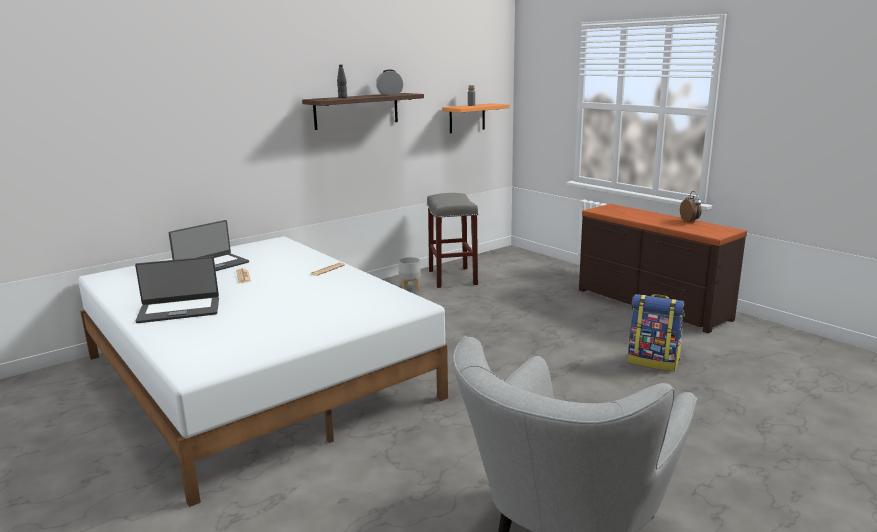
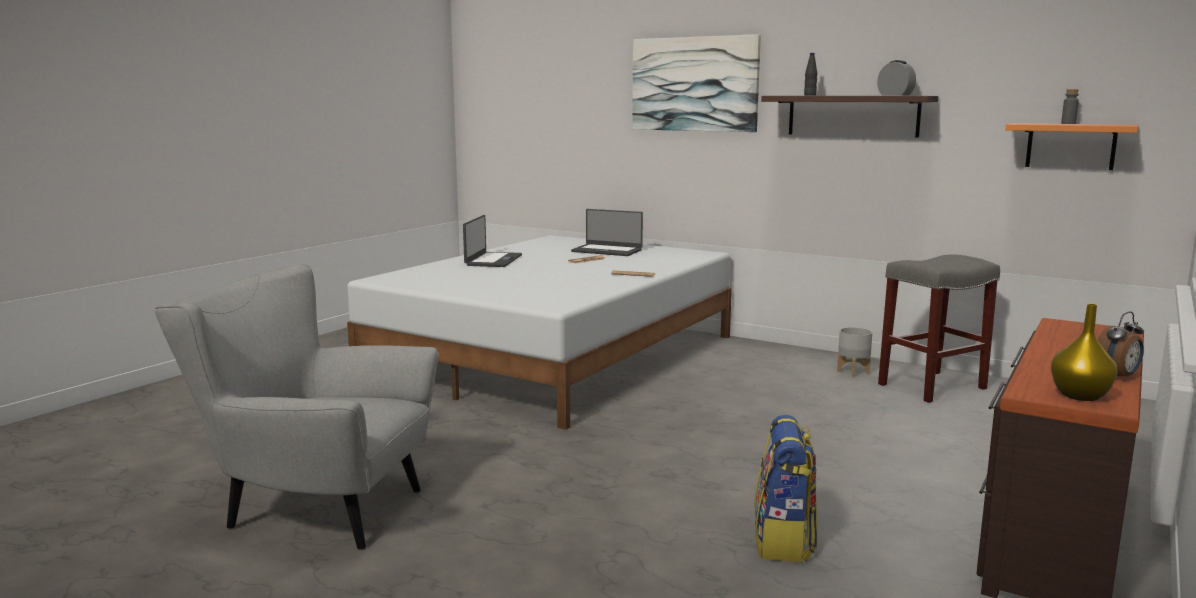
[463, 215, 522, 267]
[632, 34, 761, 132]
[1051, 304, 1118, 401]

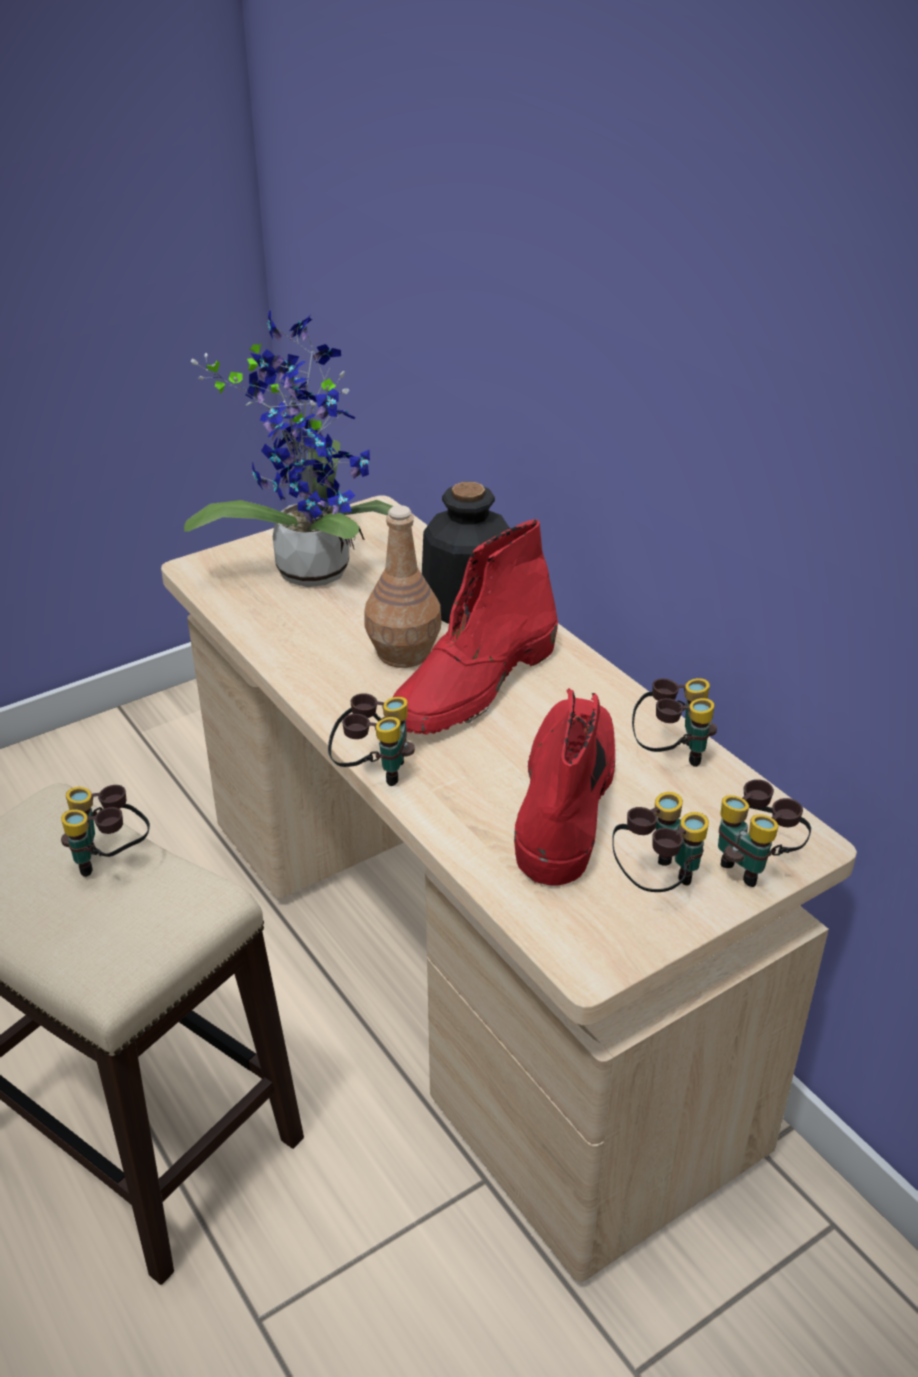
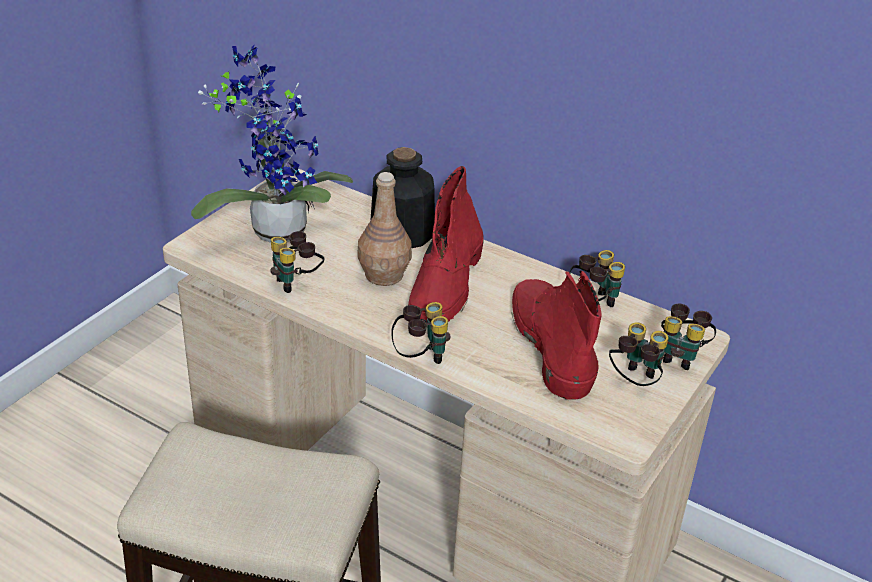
[271, 231, 325, 293]

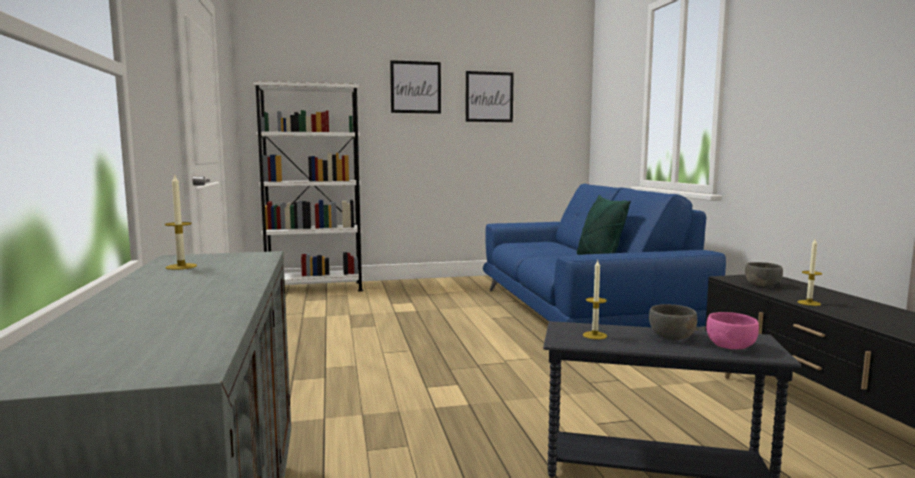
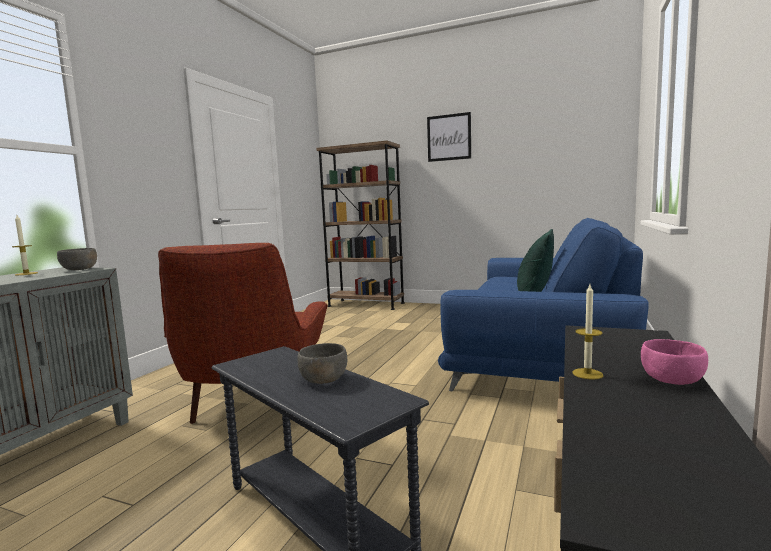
[466, 71, 514, 122] (first image)
[316, 141, 405, 310]
[583, 260, 607, 340] (first image)
[57, 248, 97, 270]
[641, 339, 708, 385]
[158, 243, 327, 424]

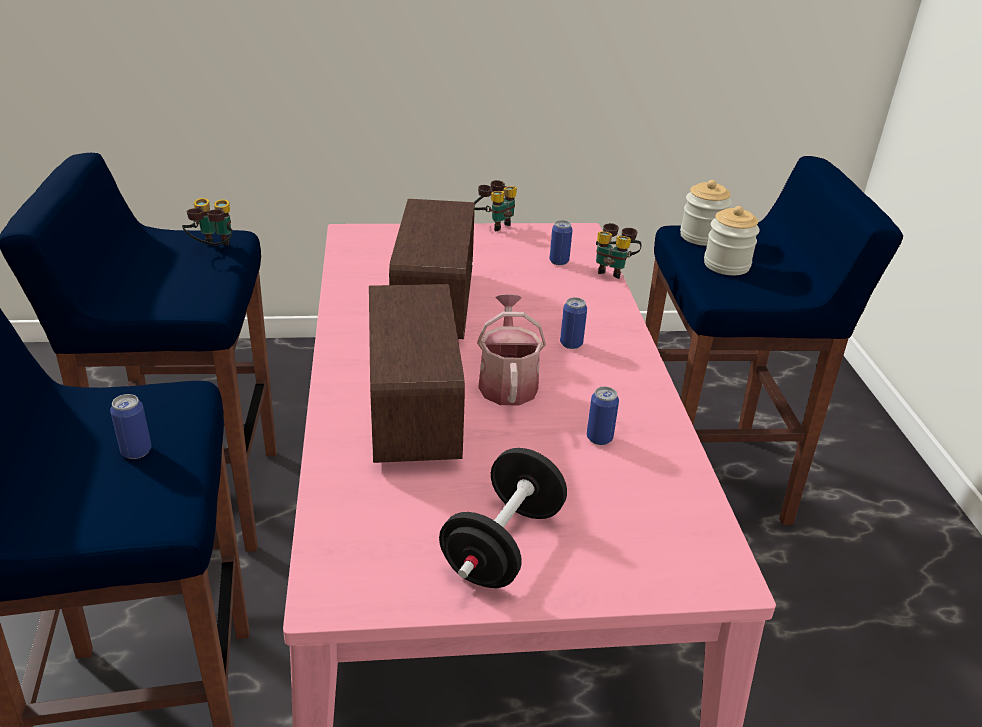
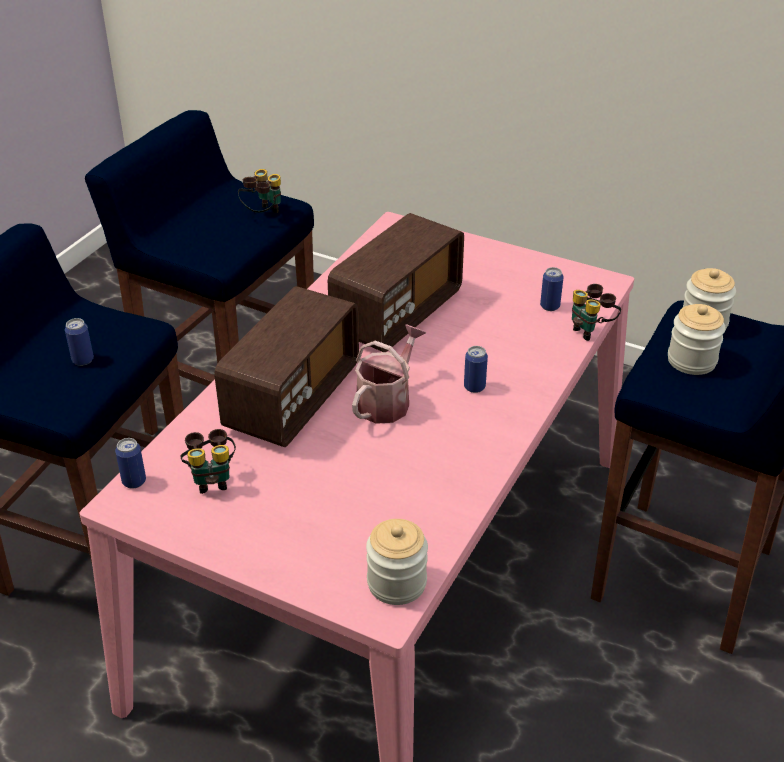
[180, 429, 236, 494]
[115, 438, 146, 489]
[439, 448, 567, 588] (first image)
[366, 519, 428, 605]

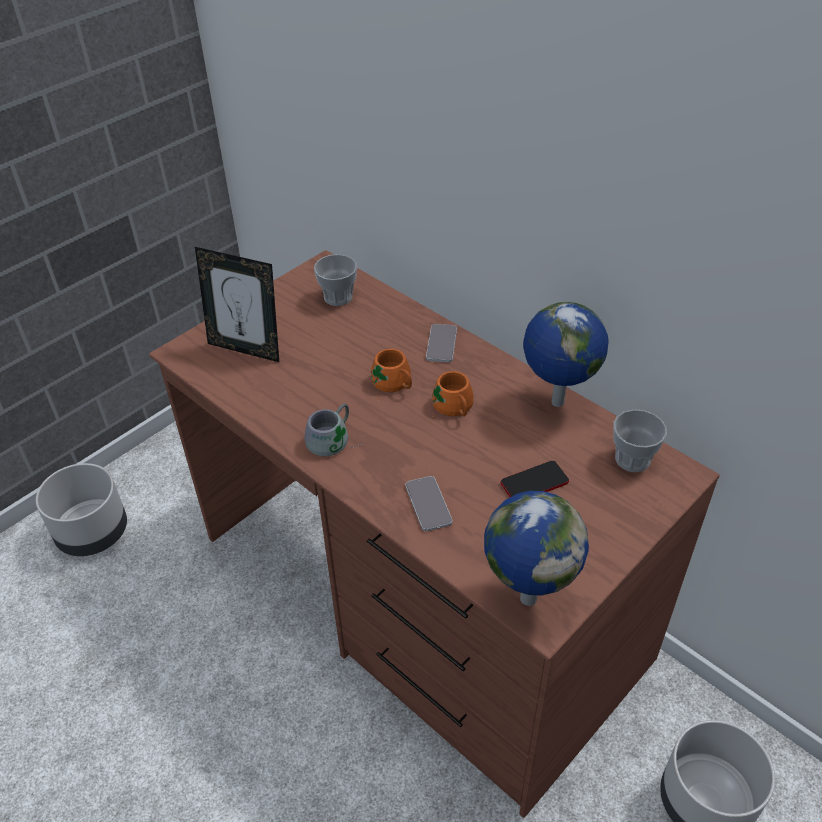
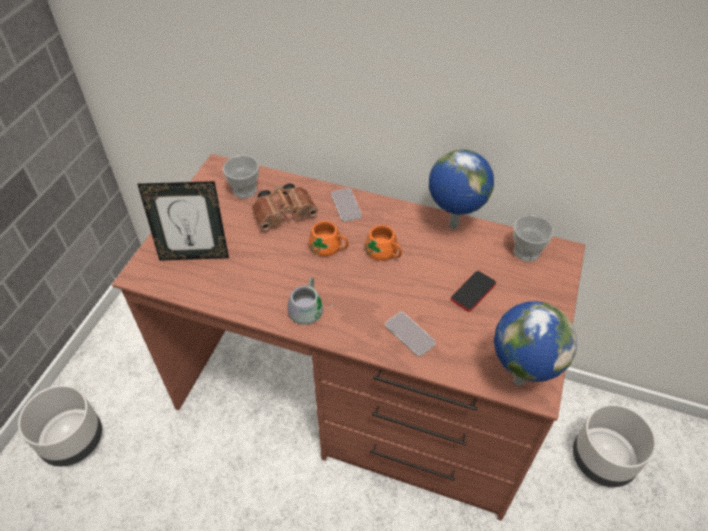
[252, 183, 318, 230]

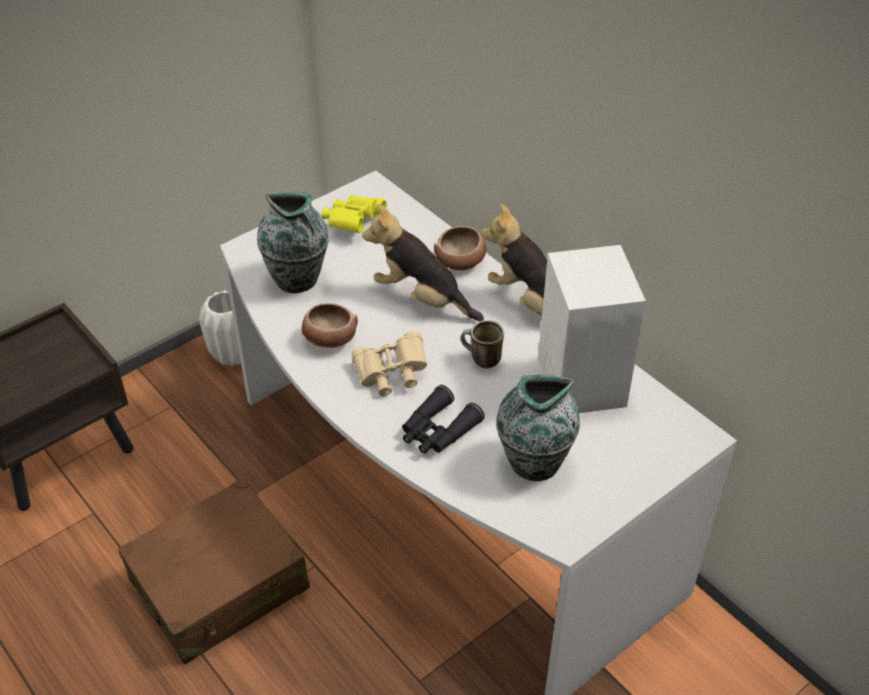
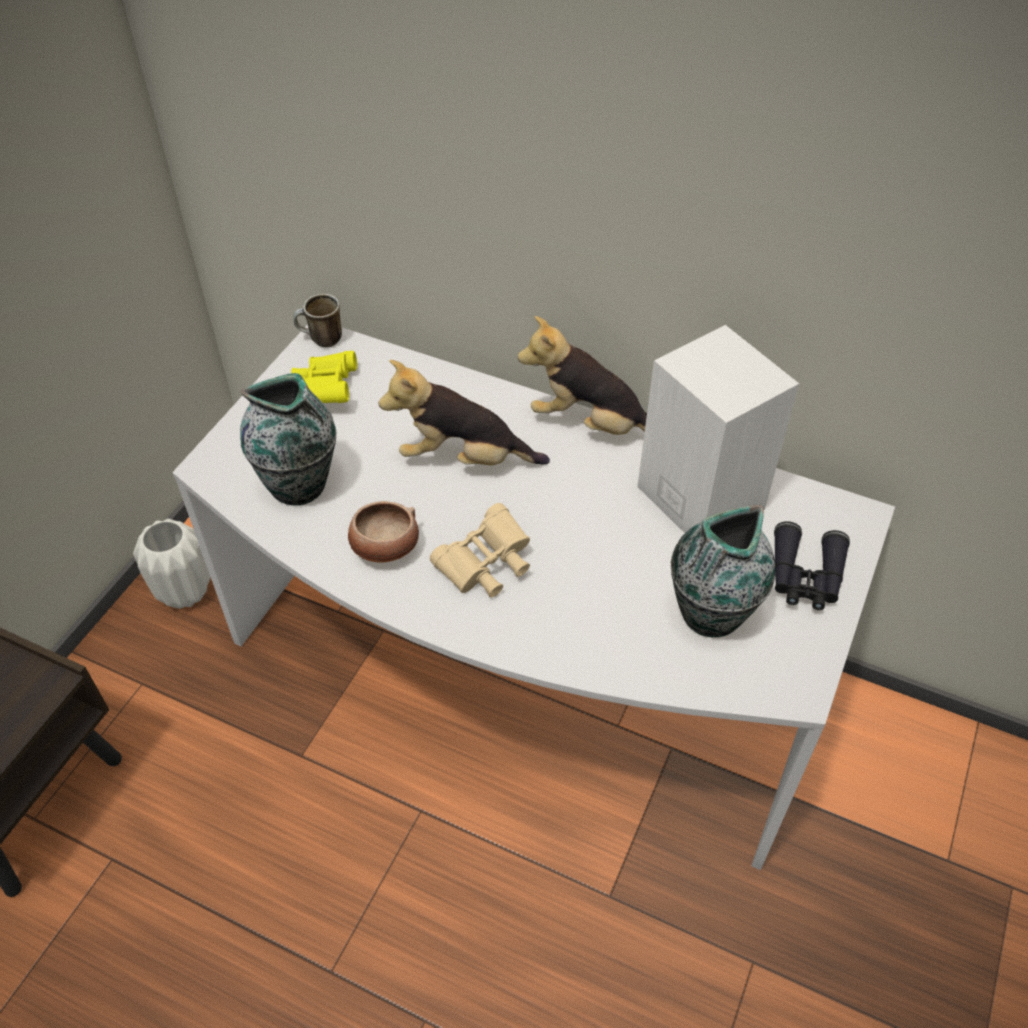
[434, 226, 486, 270] (first image)
[293, 294, 342, 347]
[774, 521, 850, 610]
[118, 478, 310, 665] (first image)

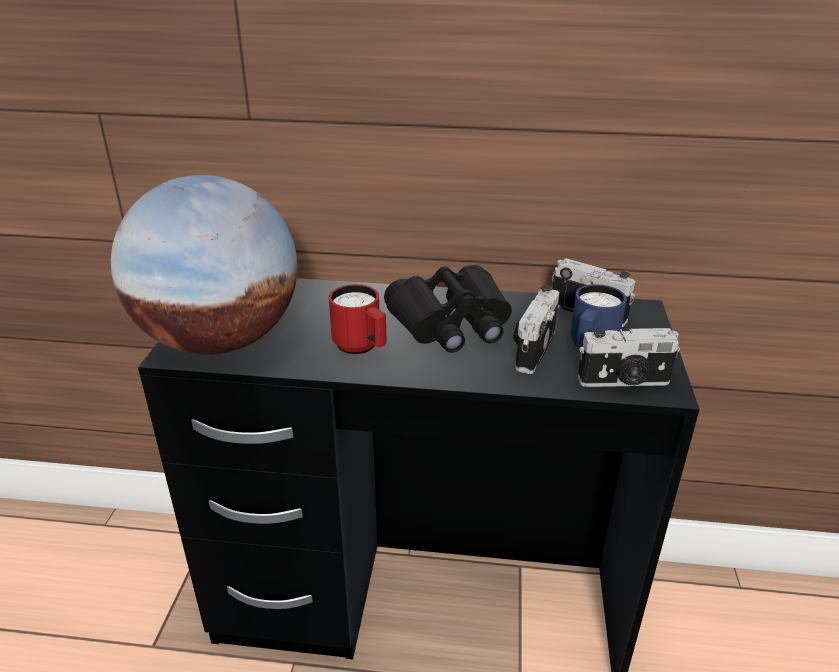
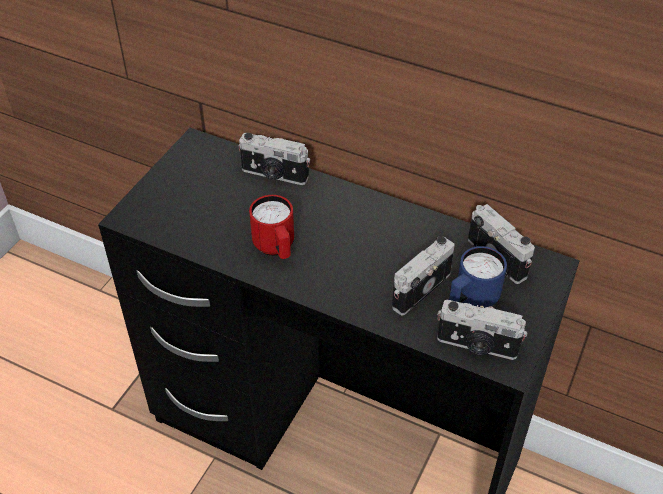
[111, 175, 297, 354] (first image)
[384, 265, 512, 353] (first image)
[238, 133, 310, 185]

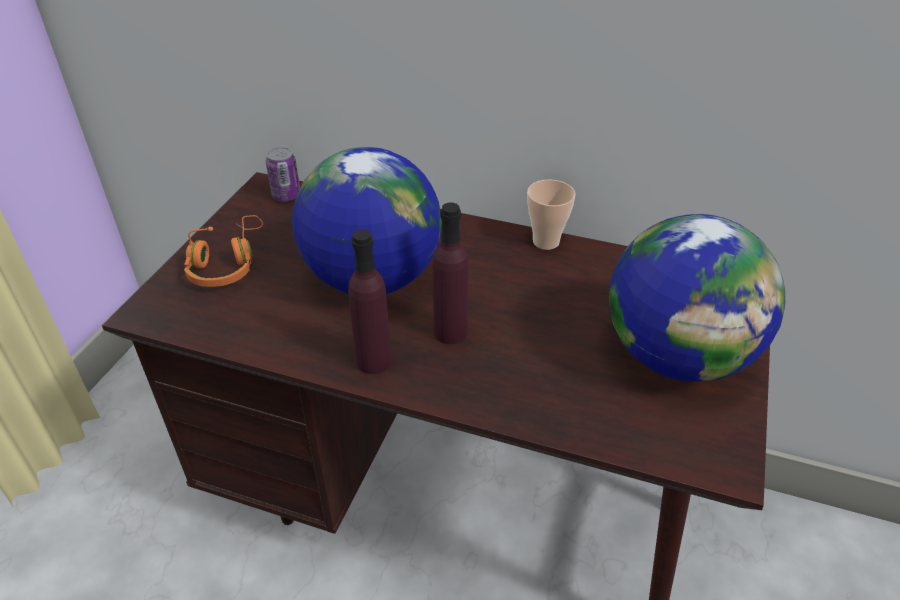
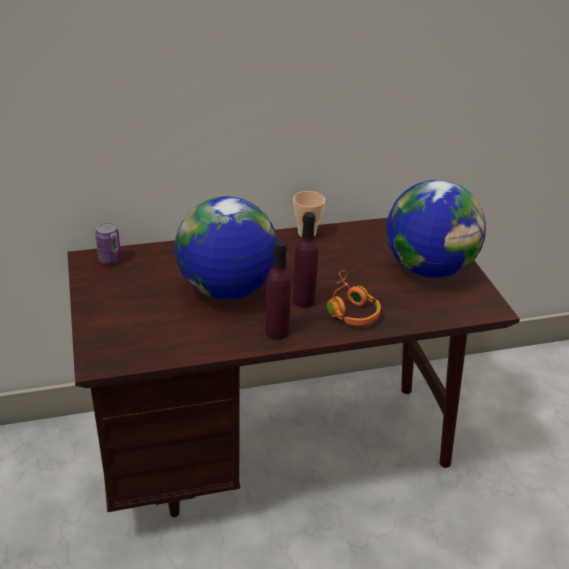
[327, 270, 381, 325]

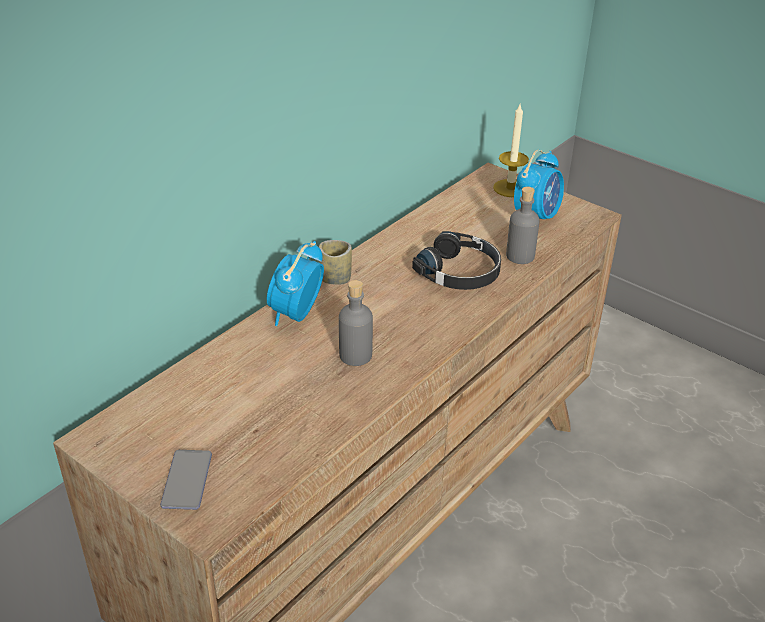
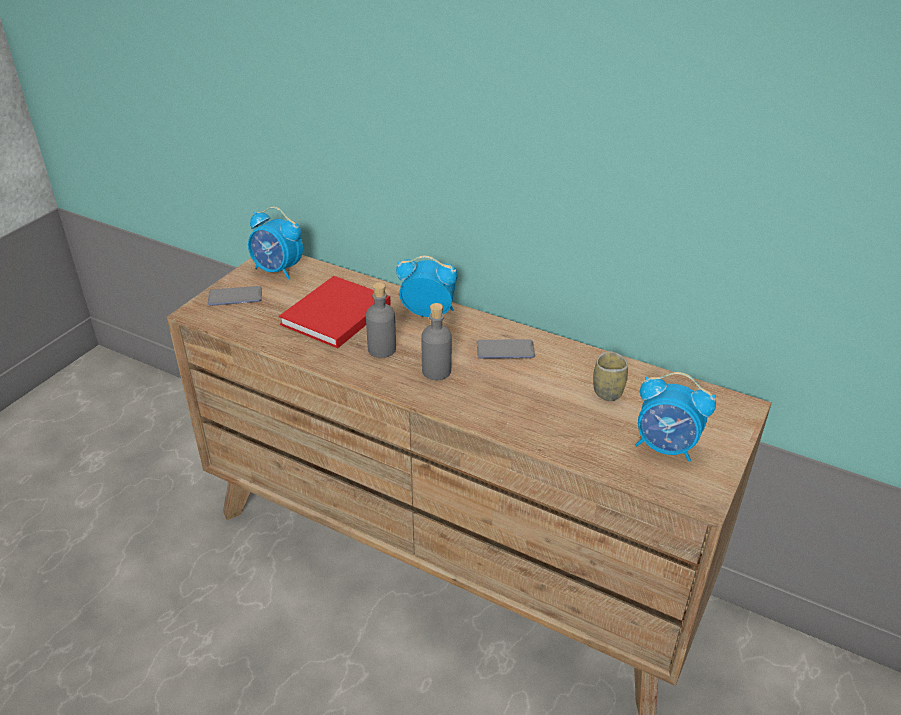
[493, 104, 529, 197] (first image)
[422, 303, 452, 380]
[412, 231, 501, 290] (first image)
[593, 351, 628, 401]
[248, 207, 303, 280]
[279, 276, 391, 348]
[477, 339, 535, 359]

